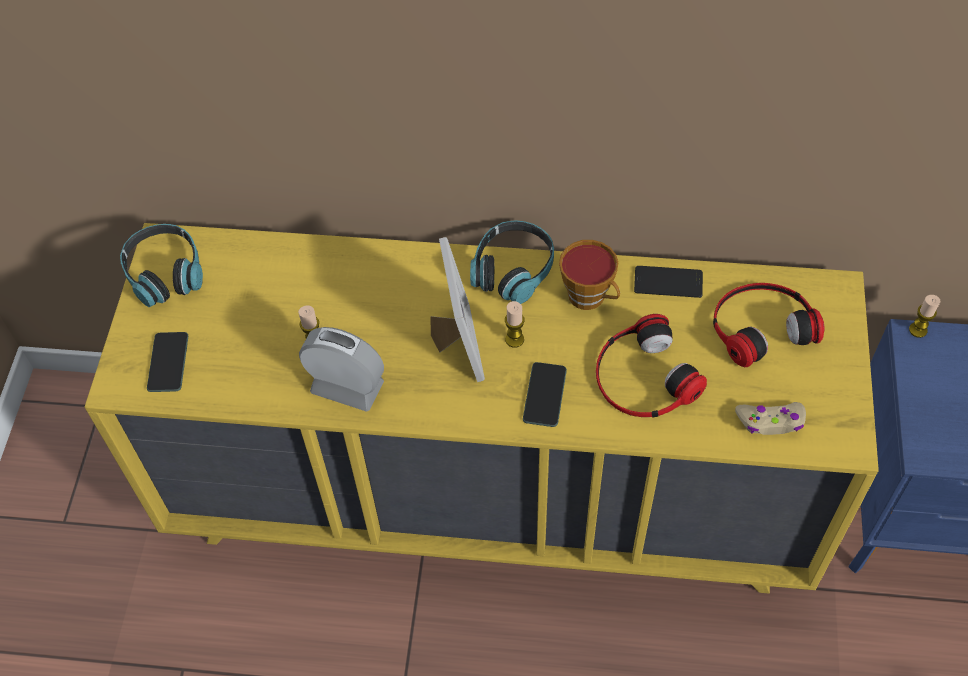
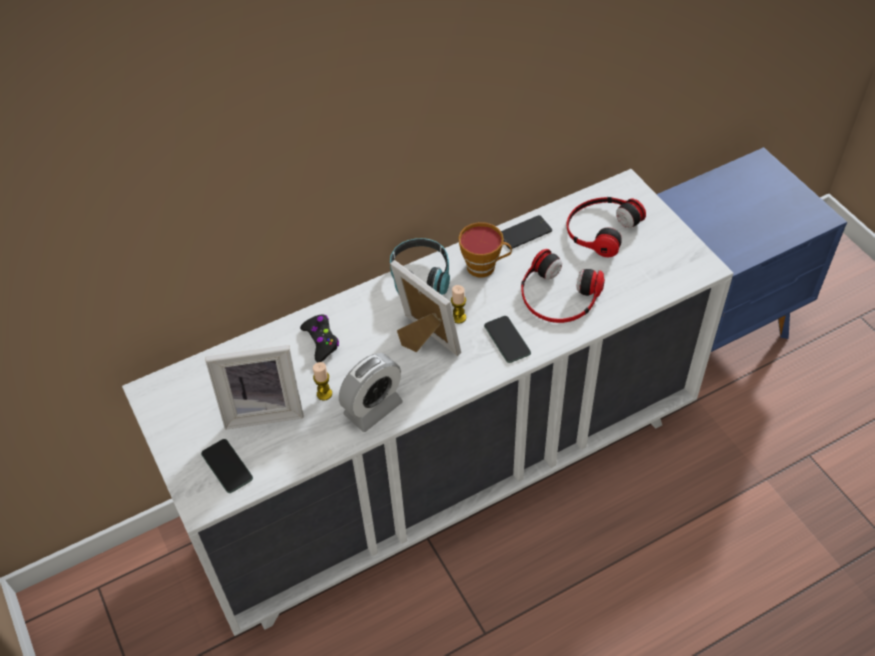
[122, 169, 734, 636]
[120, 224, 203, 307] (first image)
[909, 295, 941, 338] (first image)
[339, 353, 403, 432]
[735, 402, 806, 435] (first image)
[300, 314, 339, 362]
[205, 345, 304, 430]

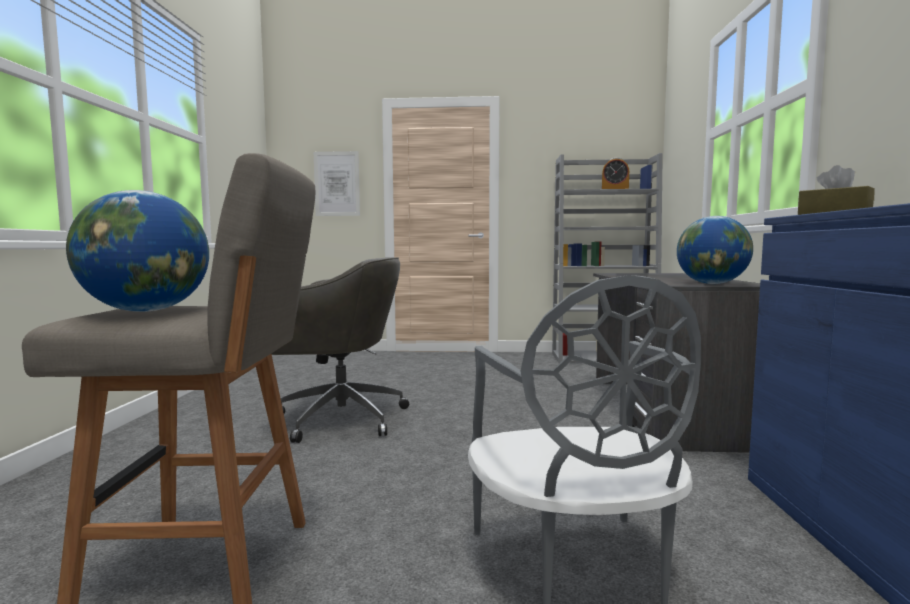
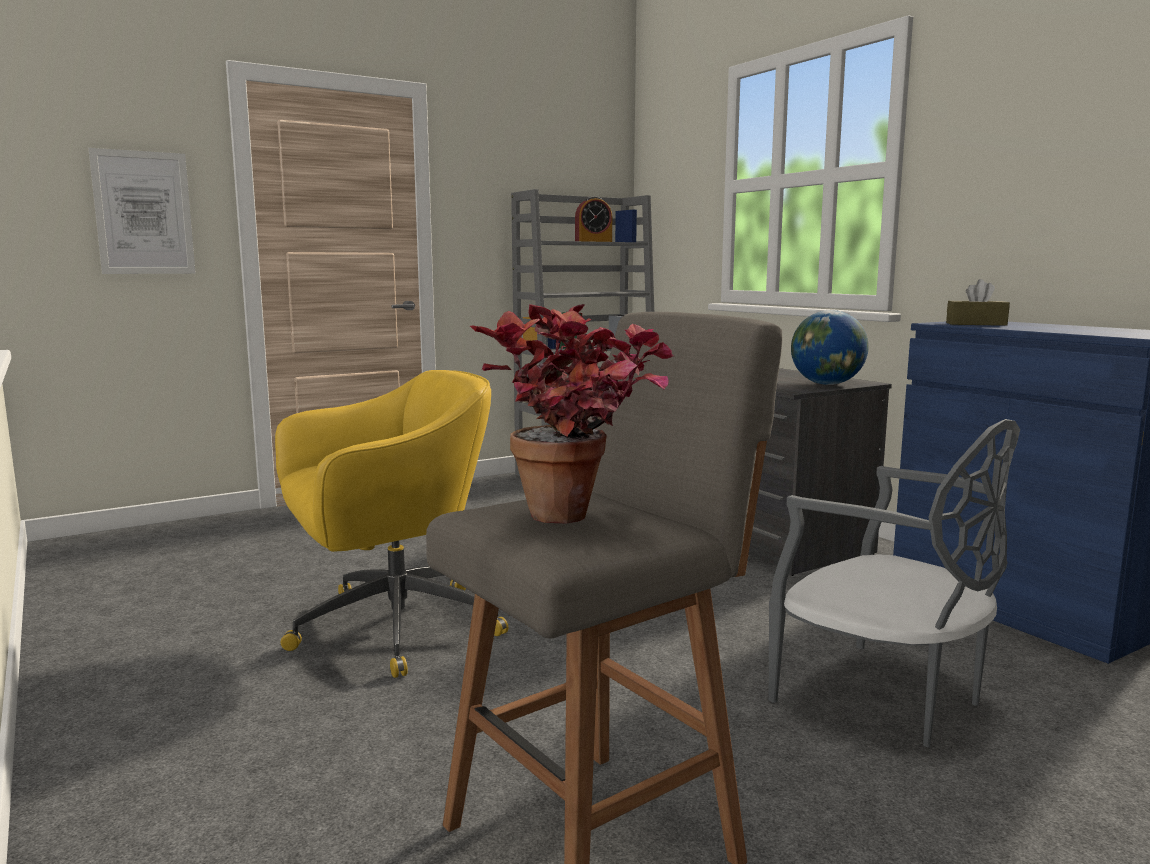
[470, 304, 674, 524]
[275, 370, 508, 678]

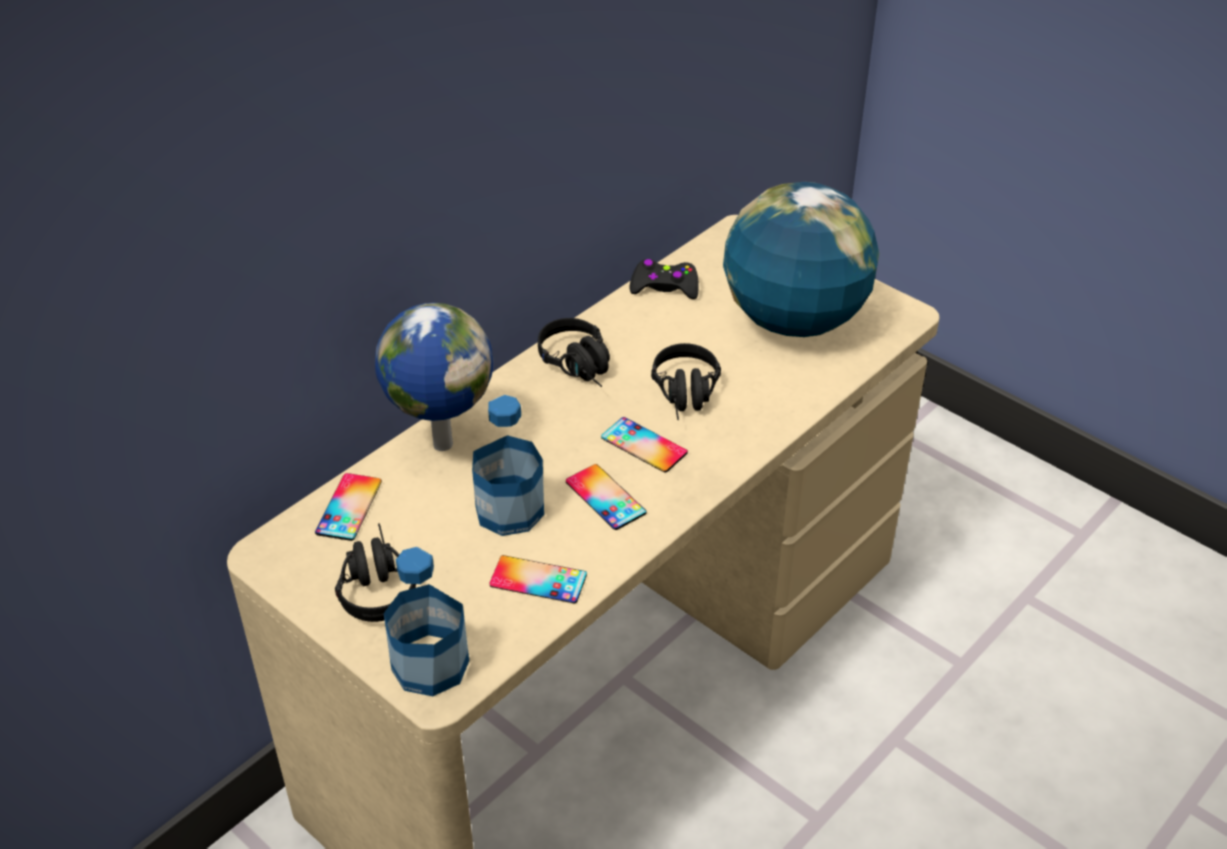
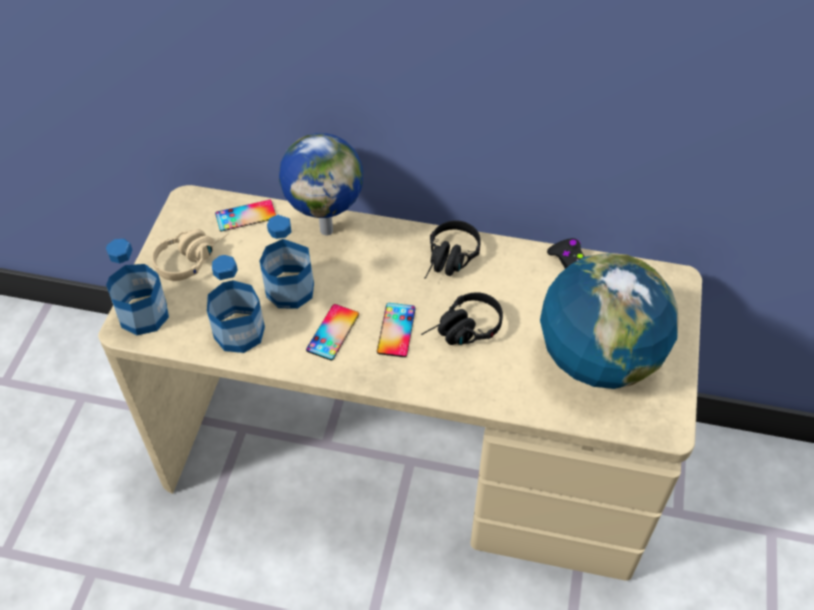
[152, 229, 229, 281]
[207, 255, 265, 353]

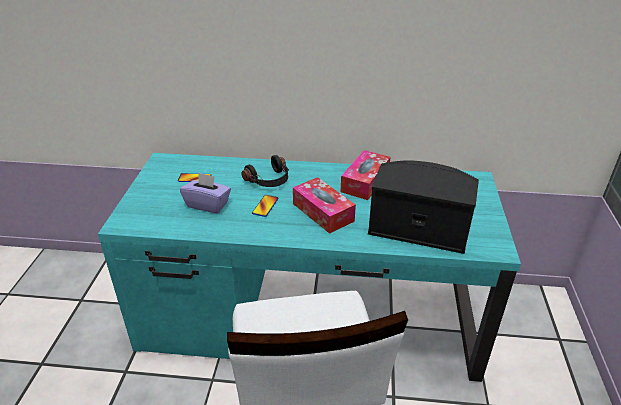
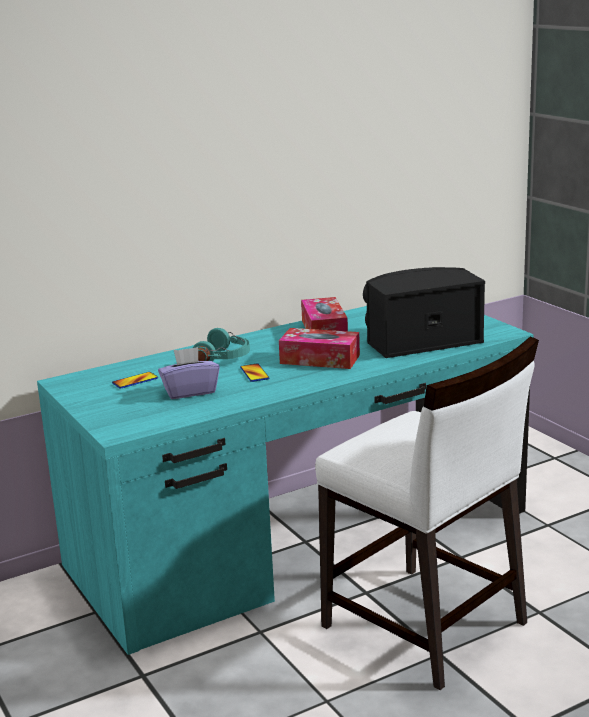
[193, 328, 250, 361]

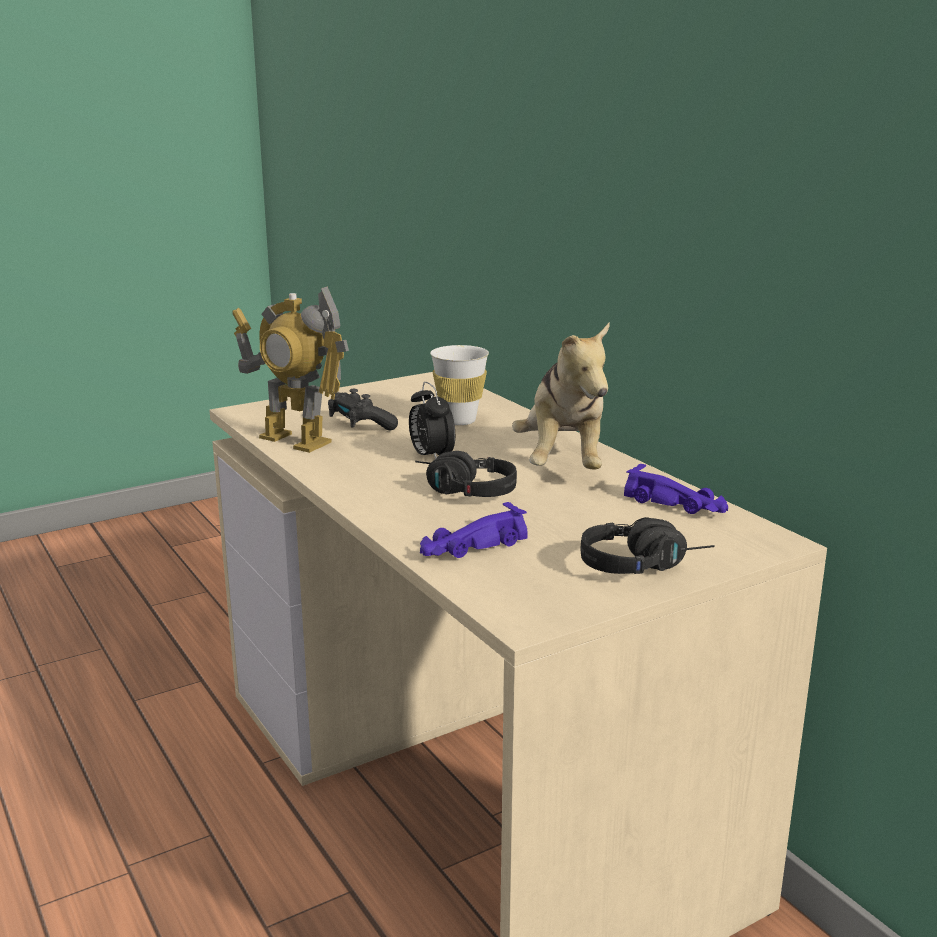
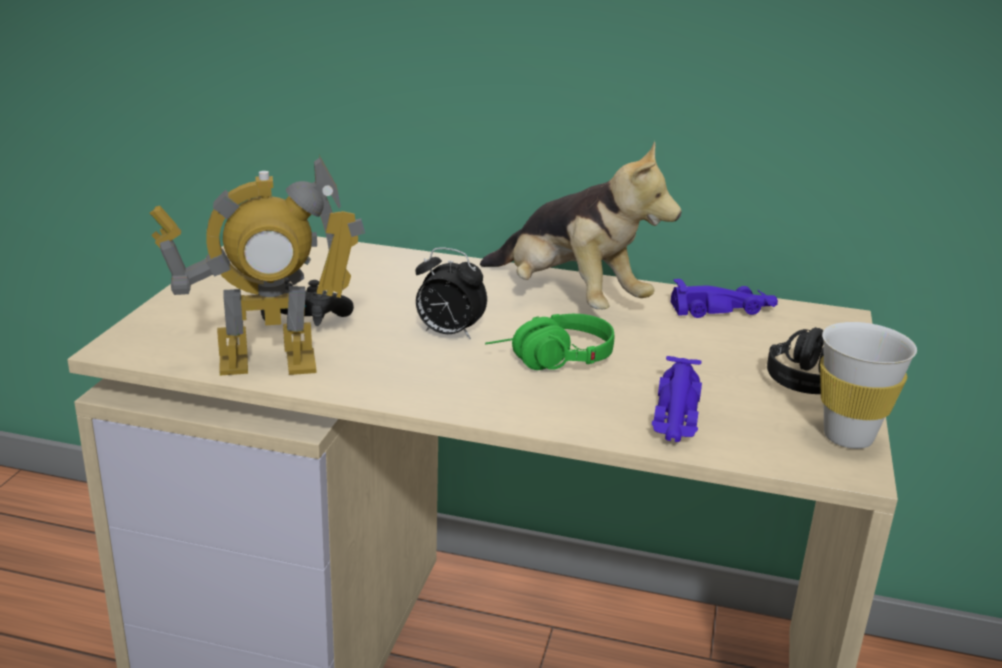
[820, 322, 917, 449]
[485, 314, 614, 370]

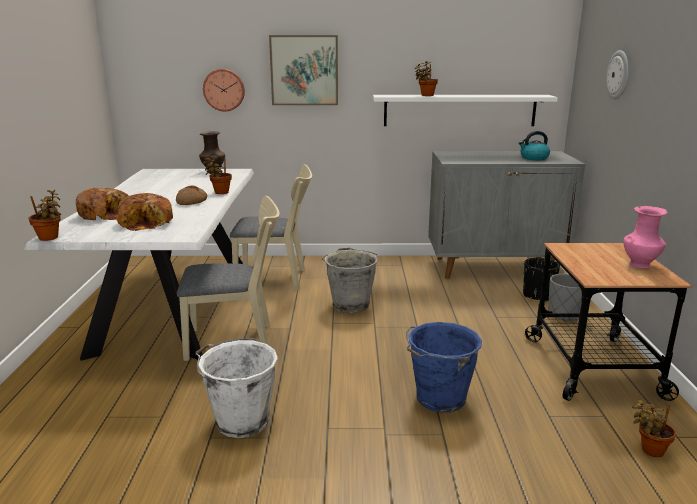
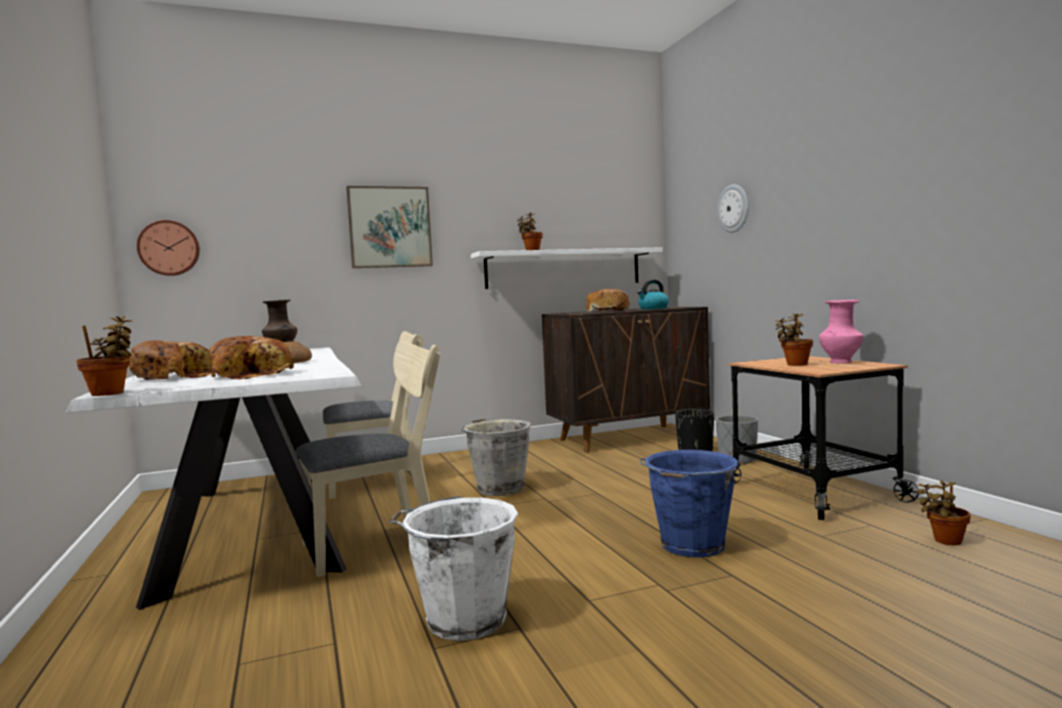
[137, 220, 200, 276]
[542, 307, 710, 453]
[775, 313, 813, 366]
[586, 289, 630, 311]

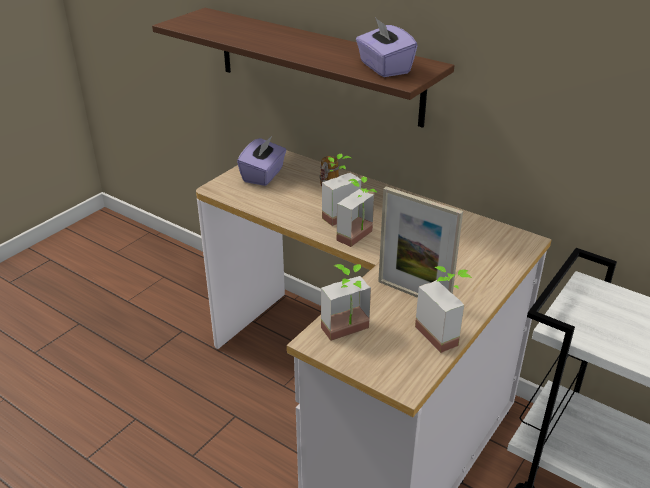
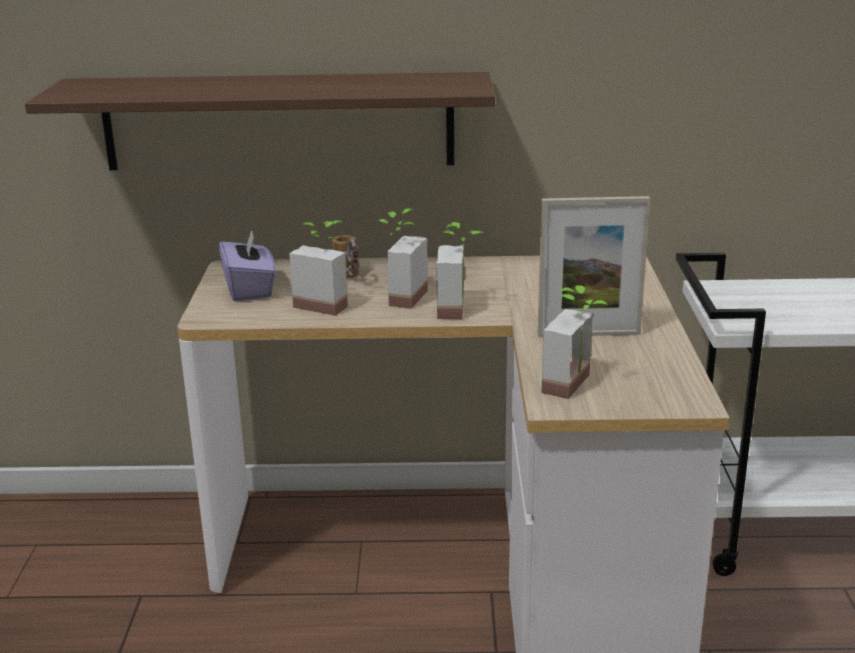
[356, 17, 417, 77] (first image)
[289, 220, 348, 316]

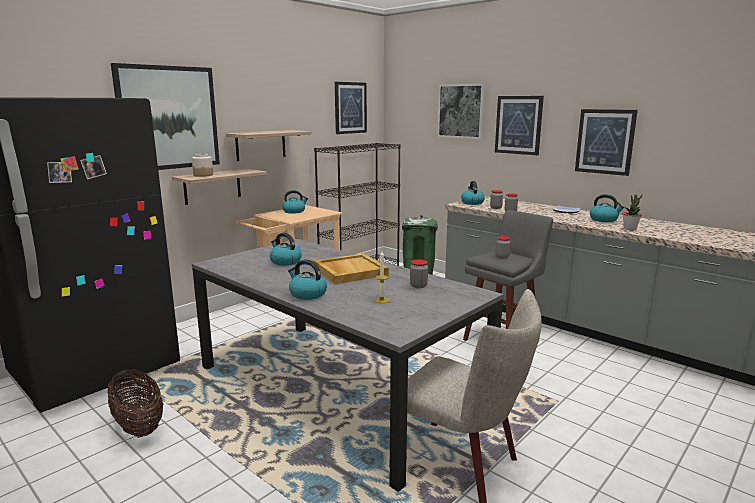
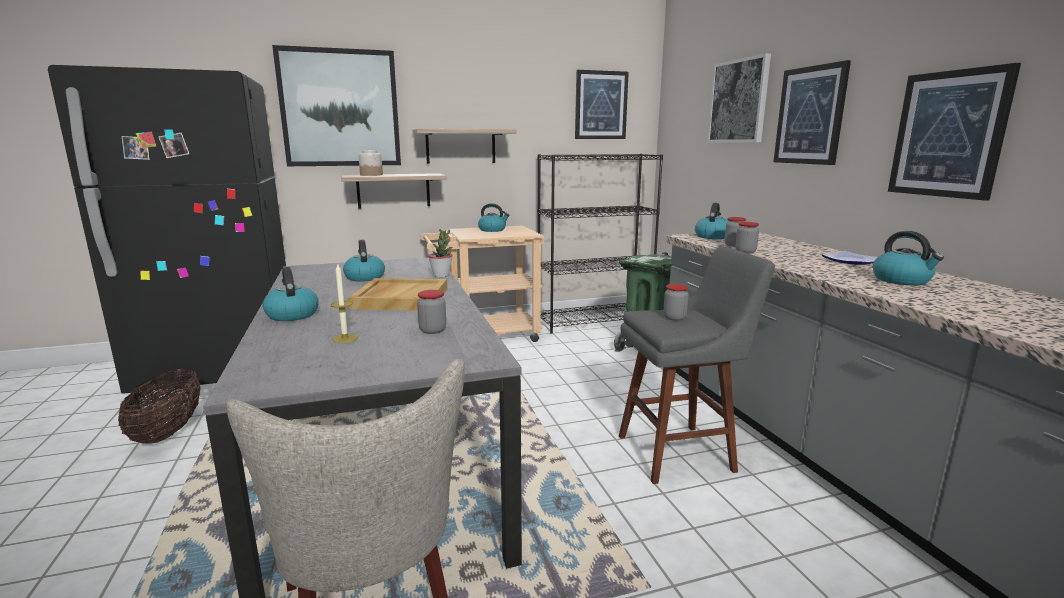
[428, 229, 453, 277]

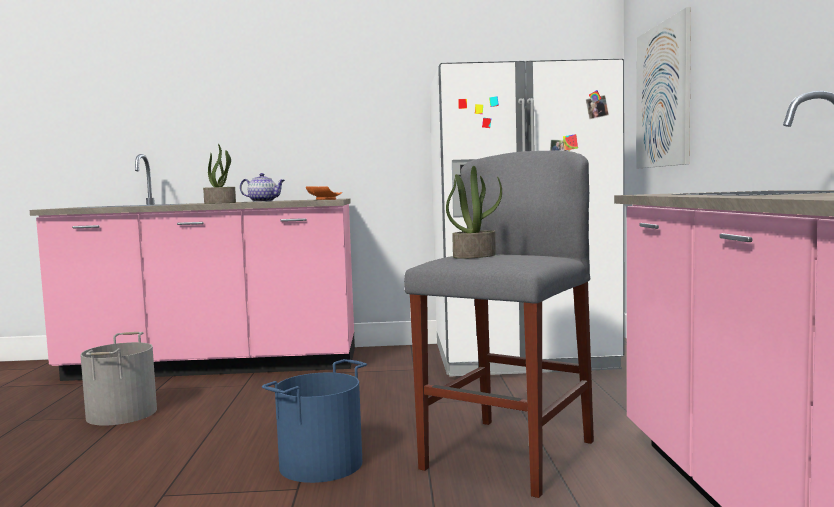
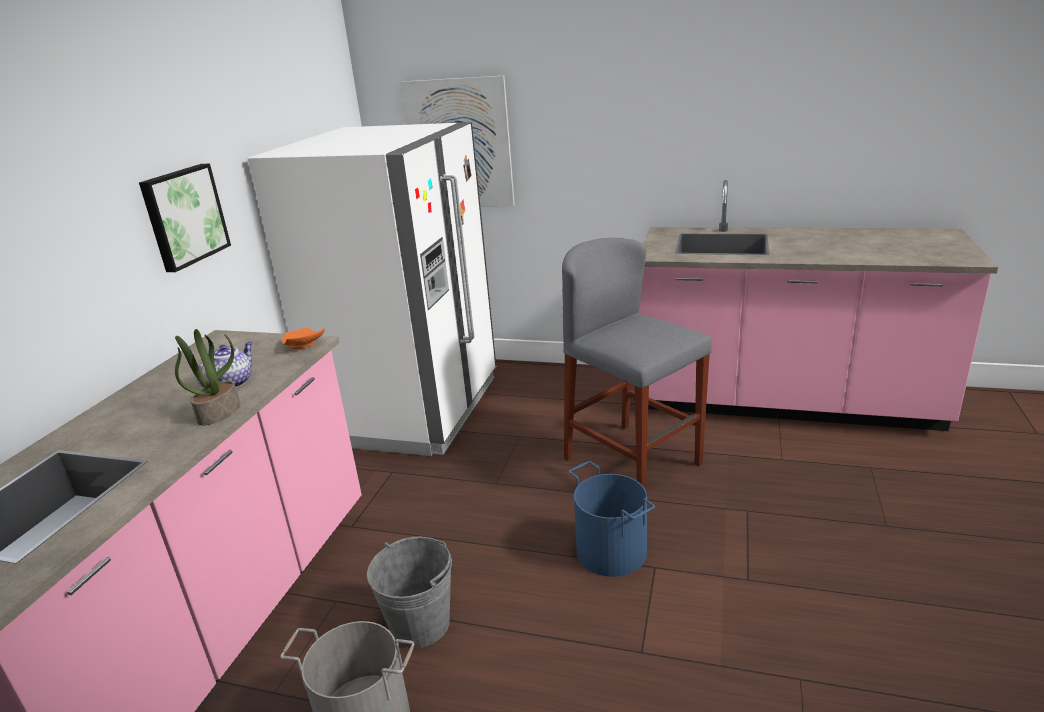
[446, 166, 502, 259] (first image)
[139, 164, 231, 272]
[367, 537, 452, 648]

